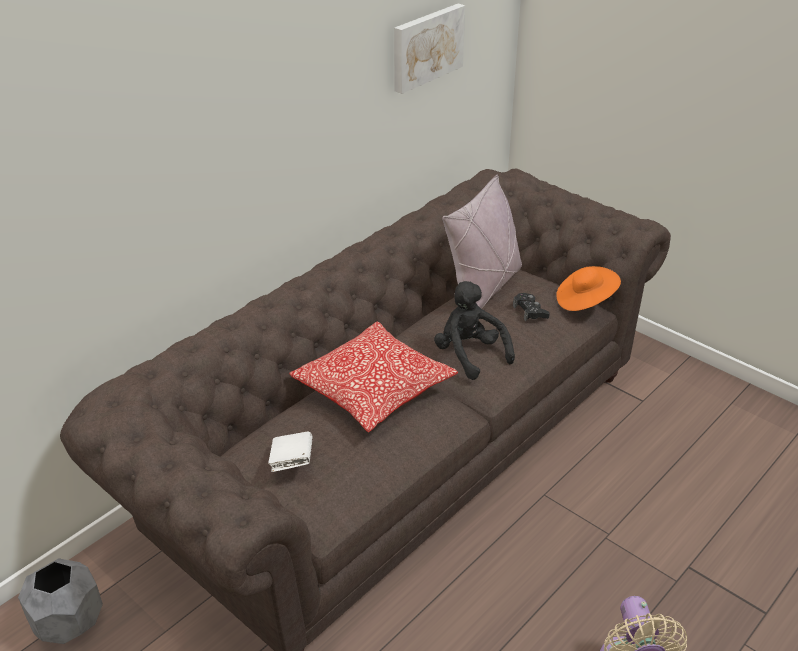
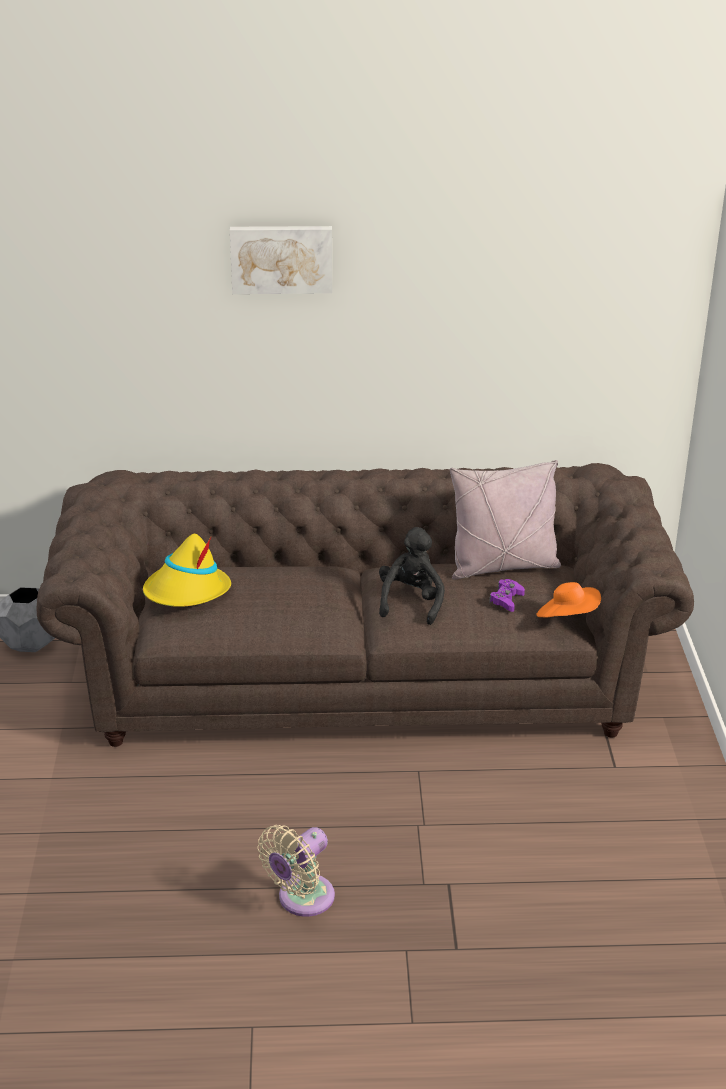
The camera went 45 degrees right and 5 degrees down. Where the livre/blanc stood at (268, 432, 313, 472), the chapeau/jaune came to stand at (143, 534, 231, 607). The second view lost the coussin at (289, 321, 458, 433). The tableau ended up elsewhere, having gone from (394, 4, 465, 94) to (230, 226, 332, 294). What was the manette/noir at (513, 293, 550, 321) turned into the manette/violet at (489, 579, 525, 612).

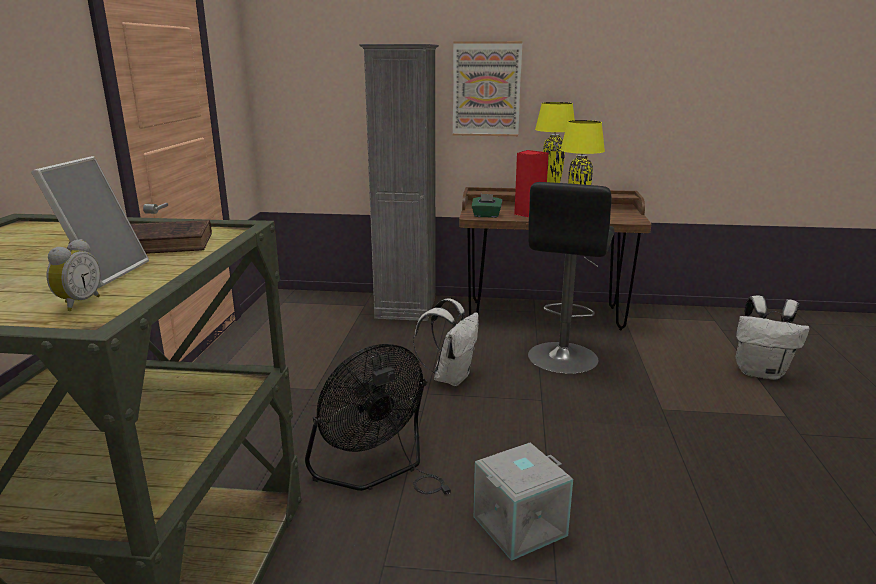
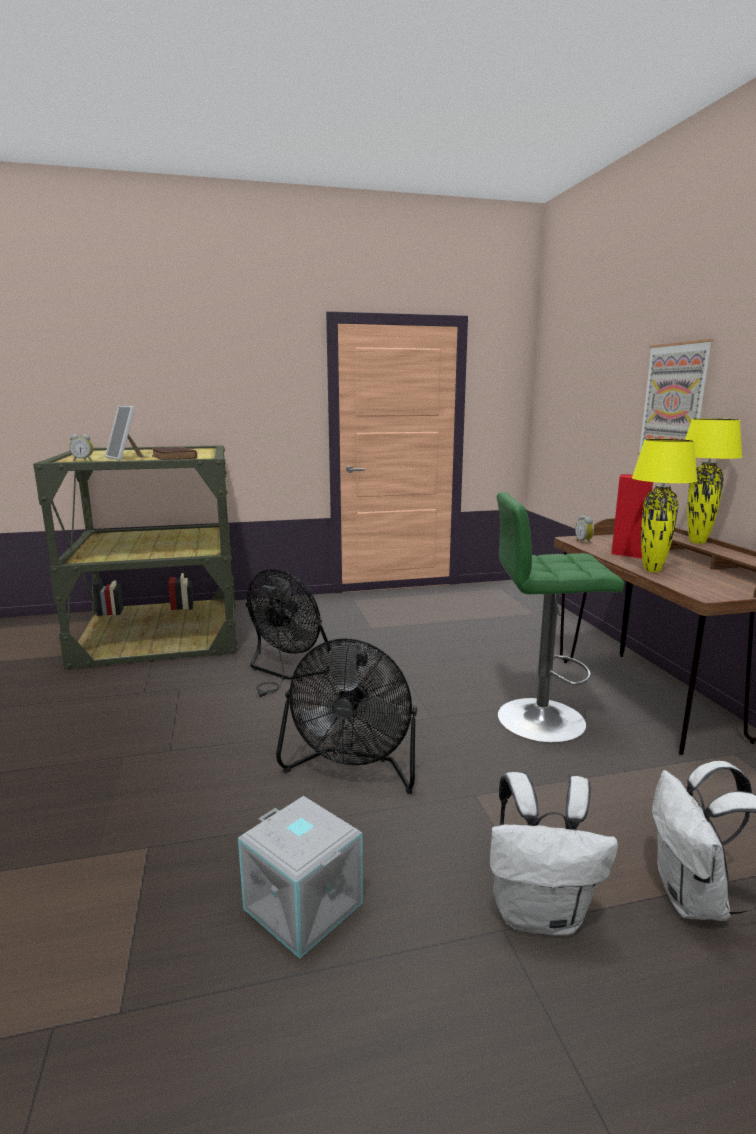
The camera went 70 degrees right and 5 degrees down. The cadre photo at (31, 156, 149, 288) ended up facing another way, 60 degrees clockwise from before. The second view lost the meuble de rangement/gris at (359, 44, 439, 321). The sac à dos/blanc ended up elsewhere, having gone from (413, 298, 478, 386) to (490, 772, 618, 935). Where the boîte à mouchoirs/vert stood at (472, 193, 502, 218), the réveil came to stand at (575, 515, 594, 544). The boîte de rangement/gris ended up elsewhere, having gone from (474, 443, 573, 561) to (238, 796, 363, 959). What was the tabouret/noir at (528, 182, 614, 374) turned into the tabouret/vert at (496, 492, 624, 743). The second view gained the ventilateur/noir at (276, 638, 417, 794).

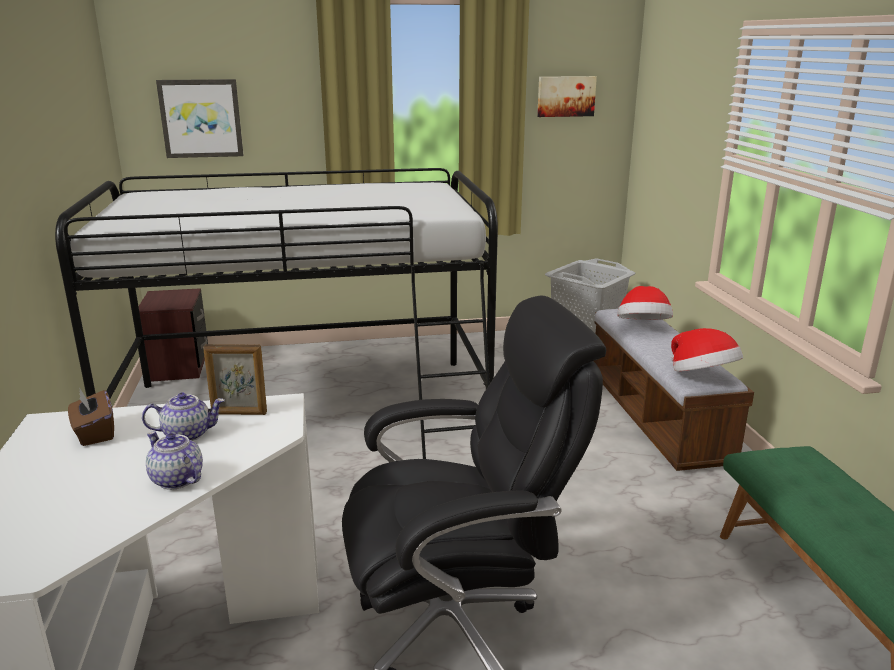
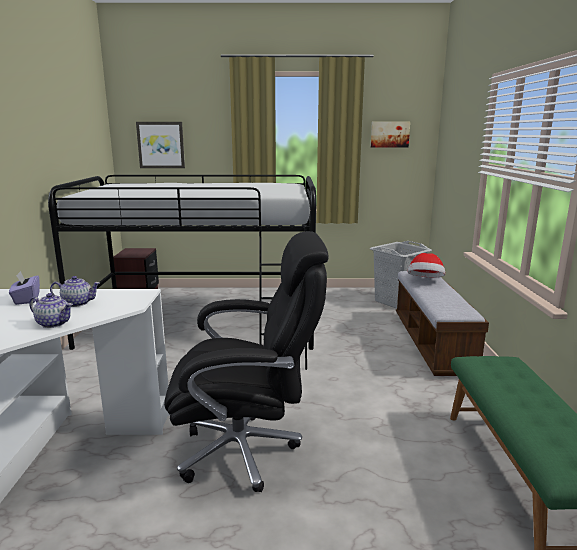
The camera went 10 degrees right and 5 degrees down. What was the boîte à mouchoirs/marron at (68, 389, 114, 446) turned into the boîte à mouchoirs/violet at (9, 271, 40, 305). The théière at (146, 431, 203, 490) ended up facing another way, 150 degrees clockwise from before. The second view lost the cadre photo at (203, 344, 267, 415). The second view lost the chapeau at (671, 328, 743, 371).

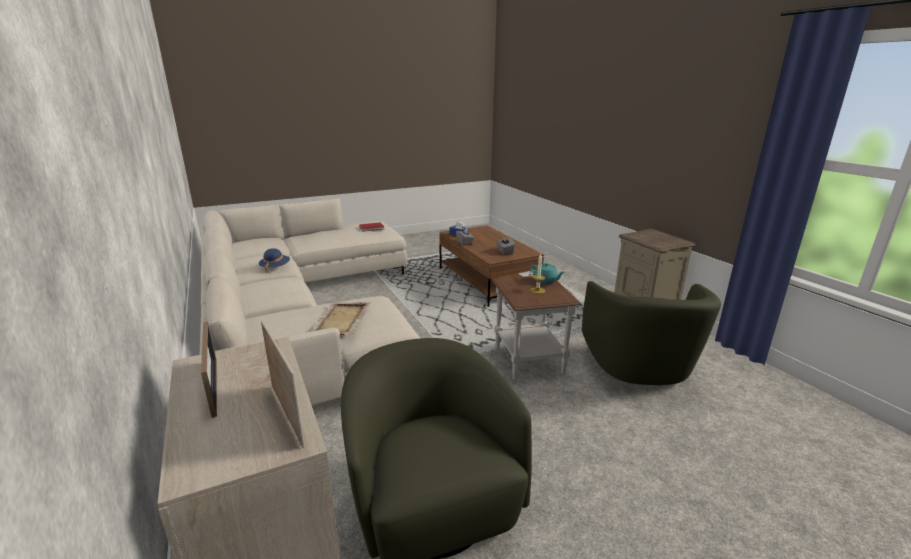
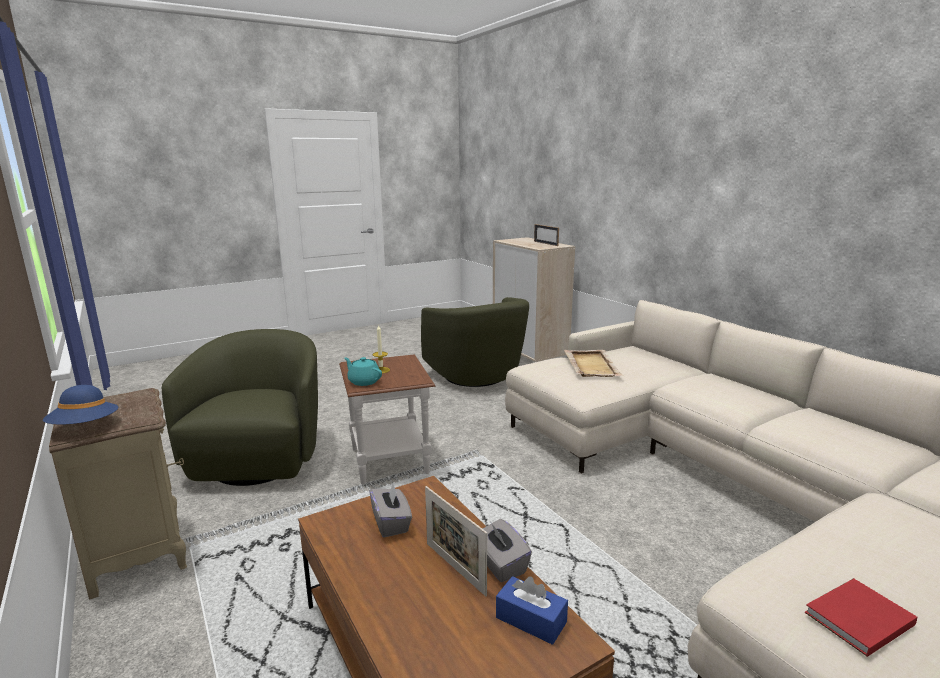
The camera went 175 degrees right and 5 degrees down. The chapeau/bleu ended up elsewhere, having gone from (259, 248, 290, 273) to (43, 385, 118, 425). The cadre photo ended up elsewhere, having gone from (261, 320, 305, 448) to (425, 486, 487, 596).

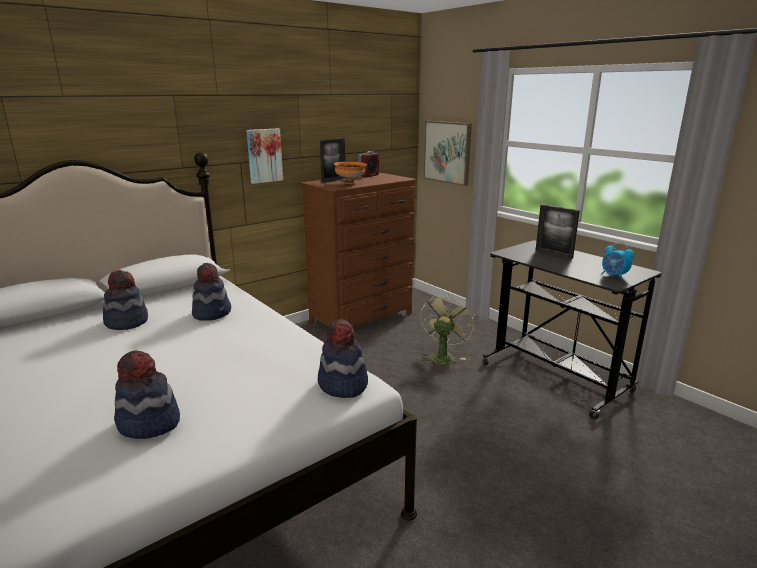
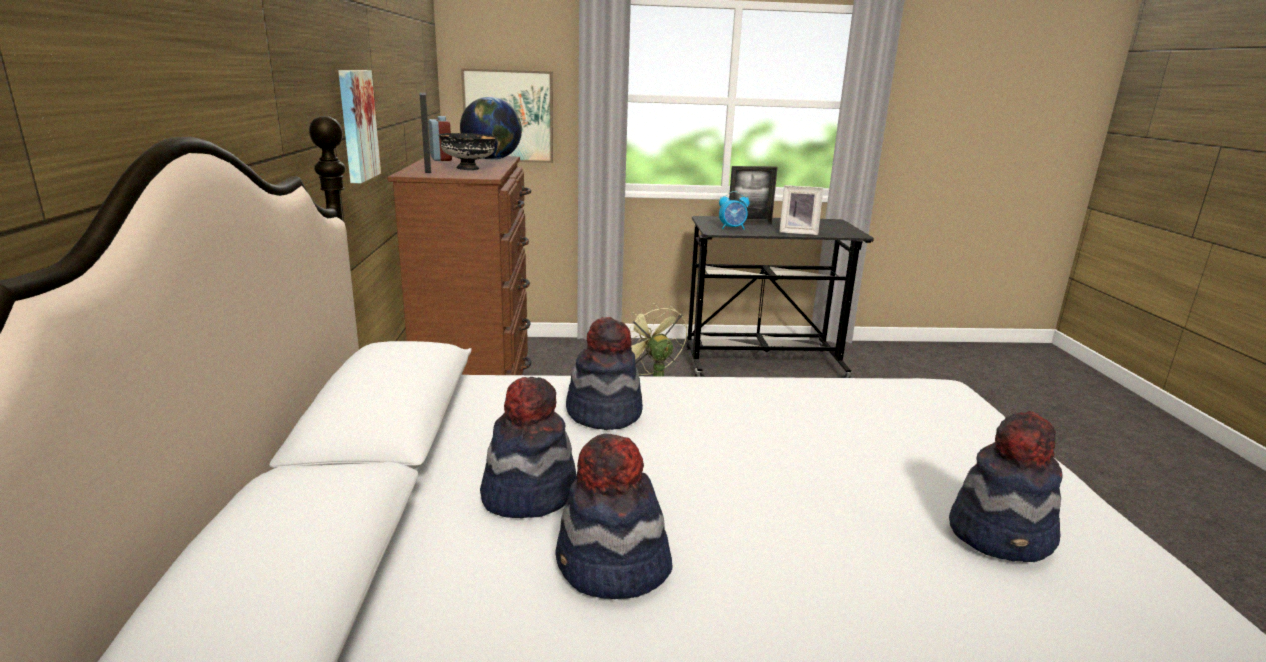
The camera went 55 degrees left and 0 degrees up. The chapeau ended up elsewhere, having gone from (318, 319, 368, 398) to (555, 433, 673, 599). What was the bol/orange at (334, 162, 367, 184) turned into the bol/noir at (438, 133, 497, 170). The réveil ended up elsewhere, having gone from (602, 243, 634, 279) to (719, 191, 749, 230). The second view gained the globe at (460, 97, 522, 160). The second view gained the cadre photo at (779, 185, 823, 235).

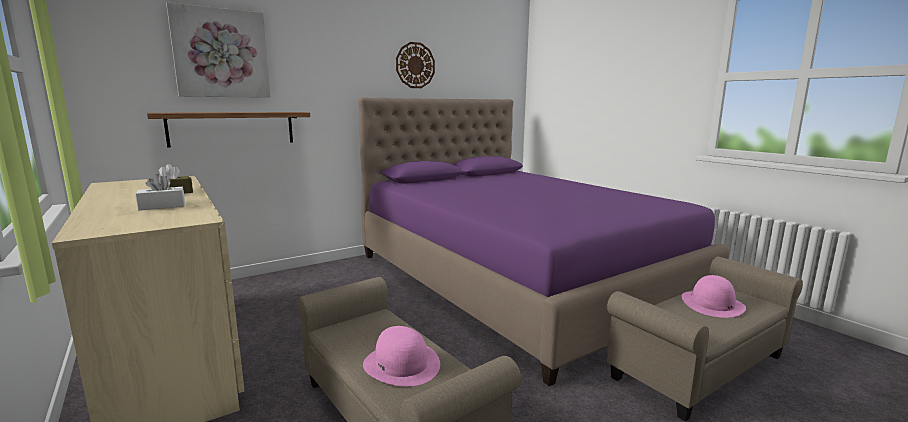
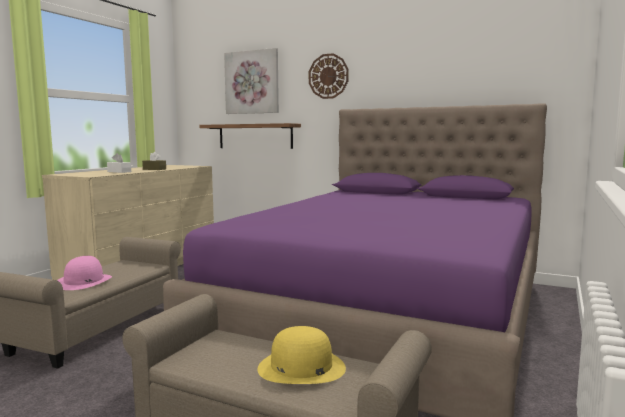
The camera went 60 degrees right and 5 degrees down. The horloge murale ended up elsewhere, having gone from (396, 42, 435, 88) to (309, 53, 349, 99). What was the chapeau/rose at (682, 275, 746, 318) turned into the chapeau/jaune at (257, 326, 346, 384).

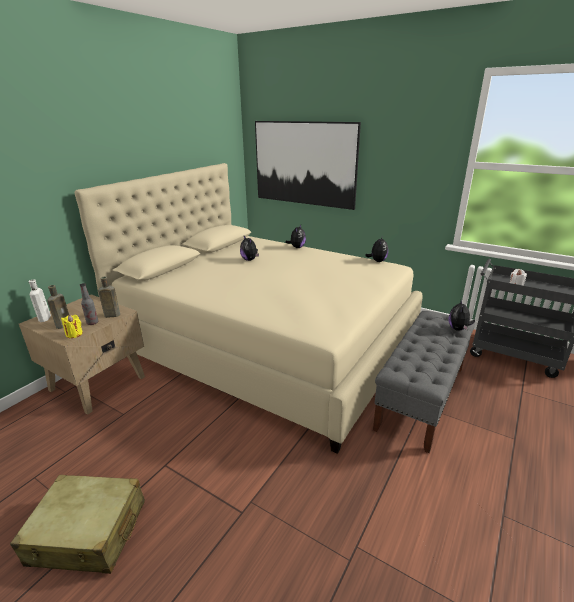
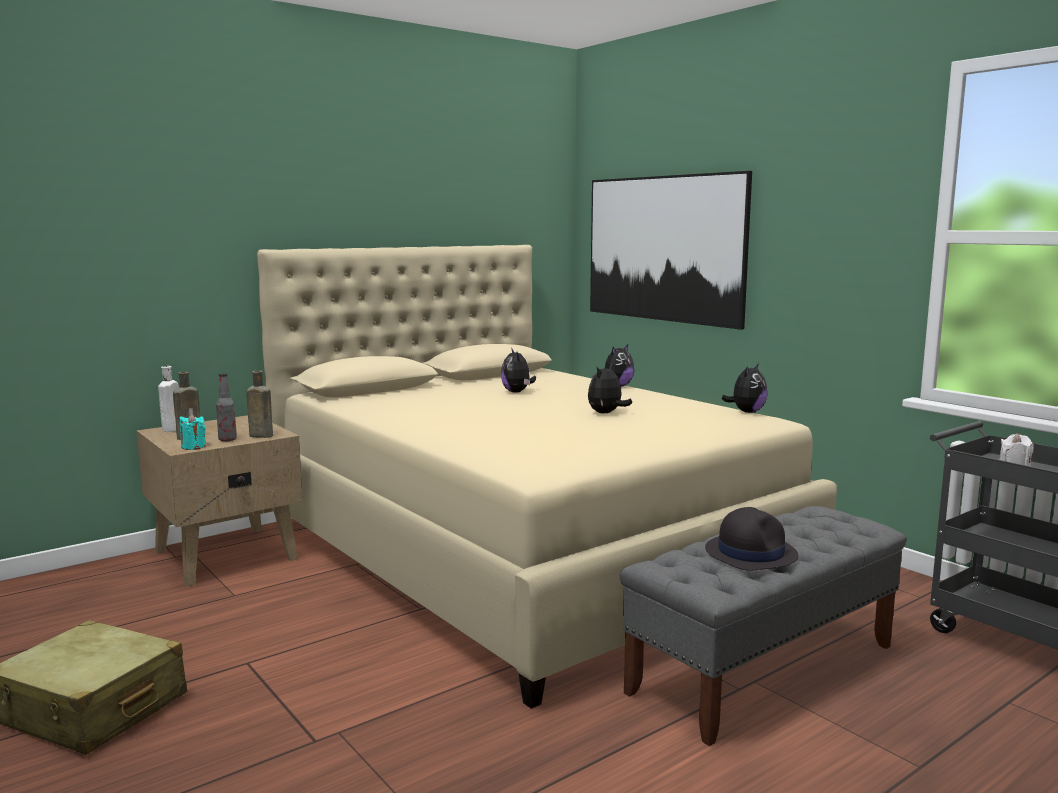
The camera went 20 degrees right and 15 degrees down. What was the bougie/jaune at (61, 315, 83, 338) turned into the bougie/turquoise at (180, 414, 206, 450). The peluche ended up elsewhere, having gone from (449, 300, 475, 331) to (588, 363, 632, 413). The second view gained the chapeau/noir at (705, 507, 798, 571).

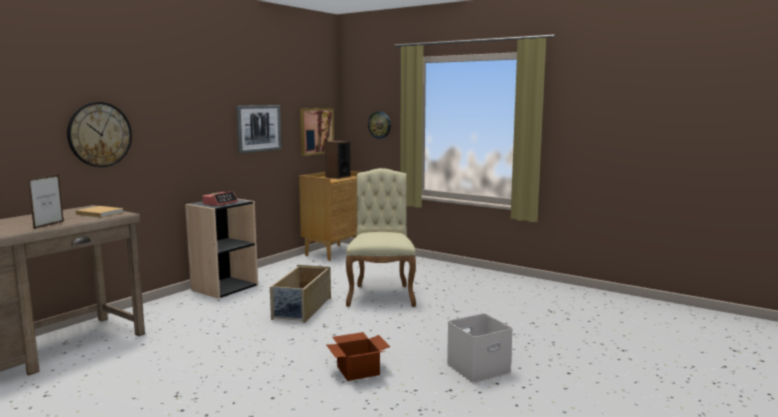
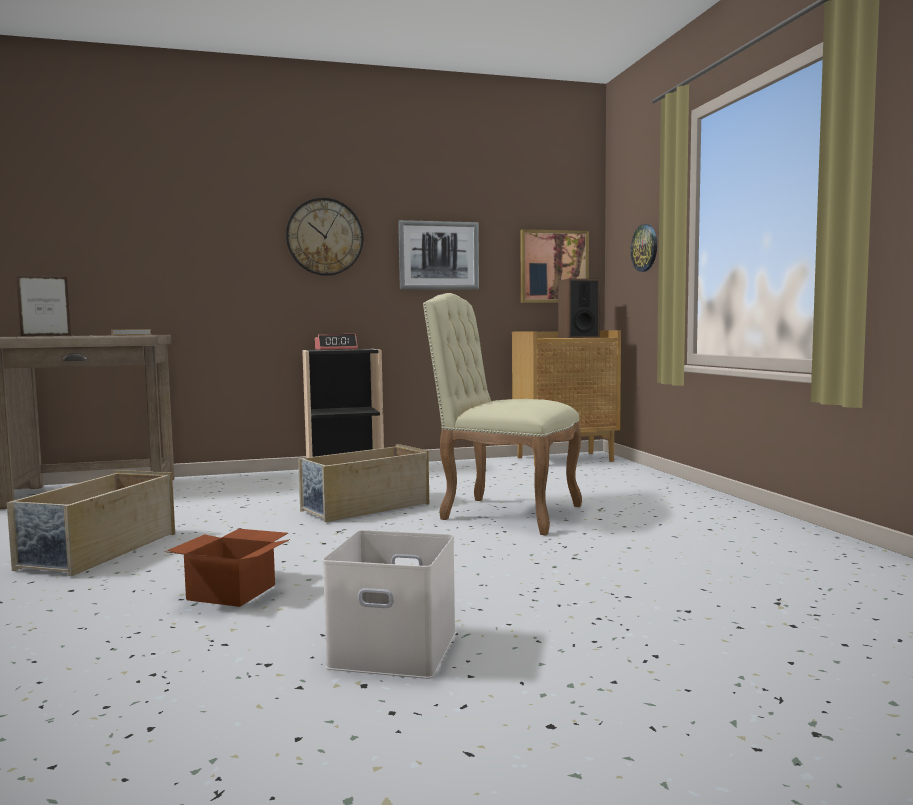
The camera went 40 degrees right and 5 degrees down. The horloge murale ended up elsewhere, having gone from (67, 102, 132, 167) to (286, 198, 363, 276). The chaise/beige at (346, 168, 416, 307) ended up facing another way, 105 degrees counterclockwise from before. The second view gained the boîte de rangement/beige at (7, 470, 175, 576).

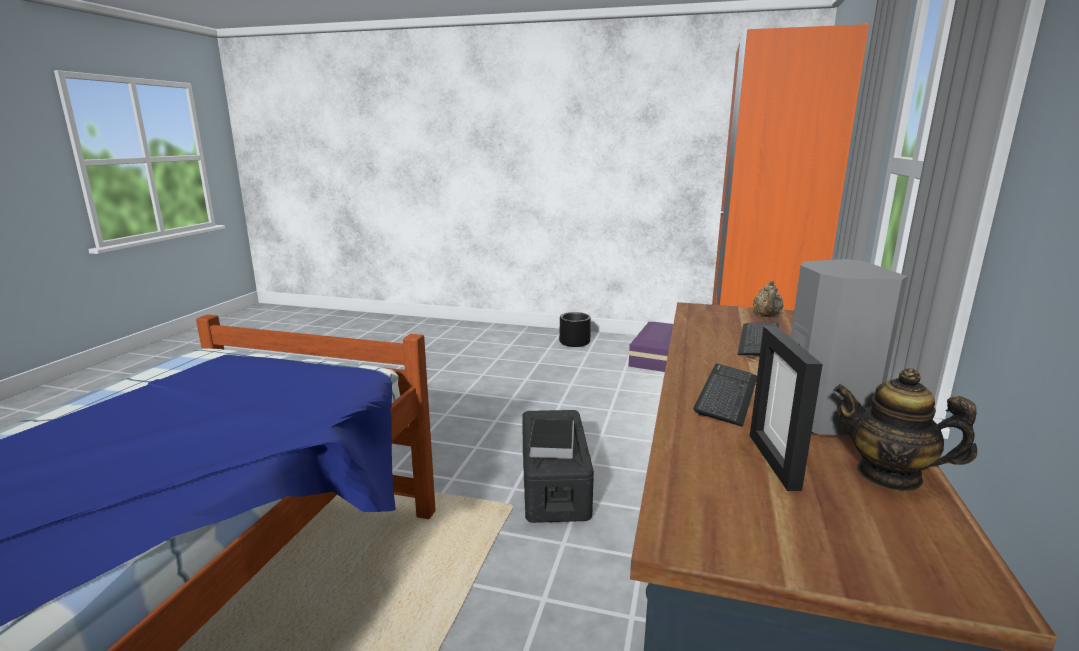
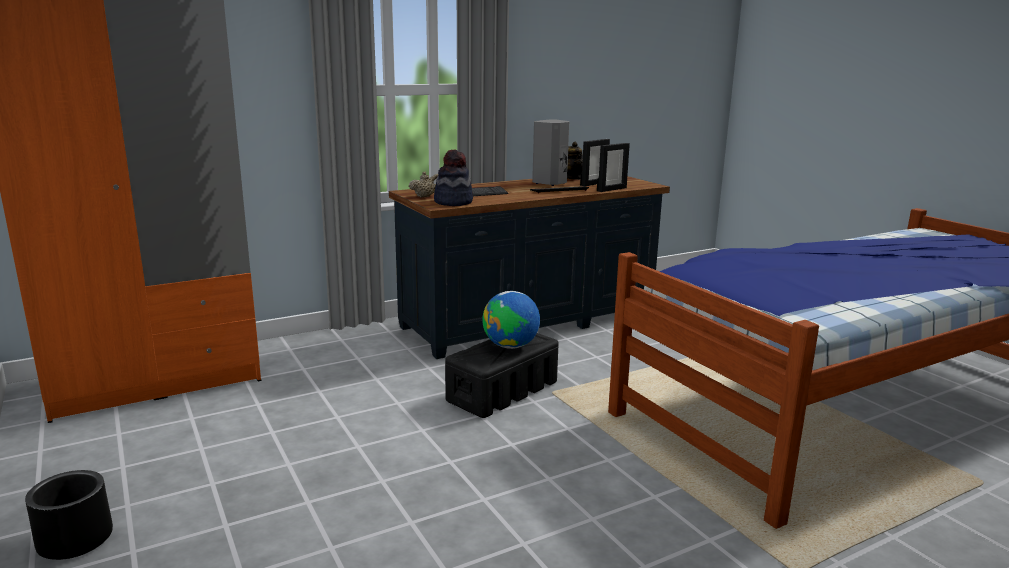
The camera went 135 degrees left and 0 degrees up. Where the livre stood at (529, 419, 574, 459), the globe came to stand at (482, 291, 540, 349). The second view lost the boîte de rangement/violet at (628, 322, 673, 372). The second view gained the chapeau at (434, 149, 473, 206). The second view gained the cadre photo at (597, 143, 630, 192).

